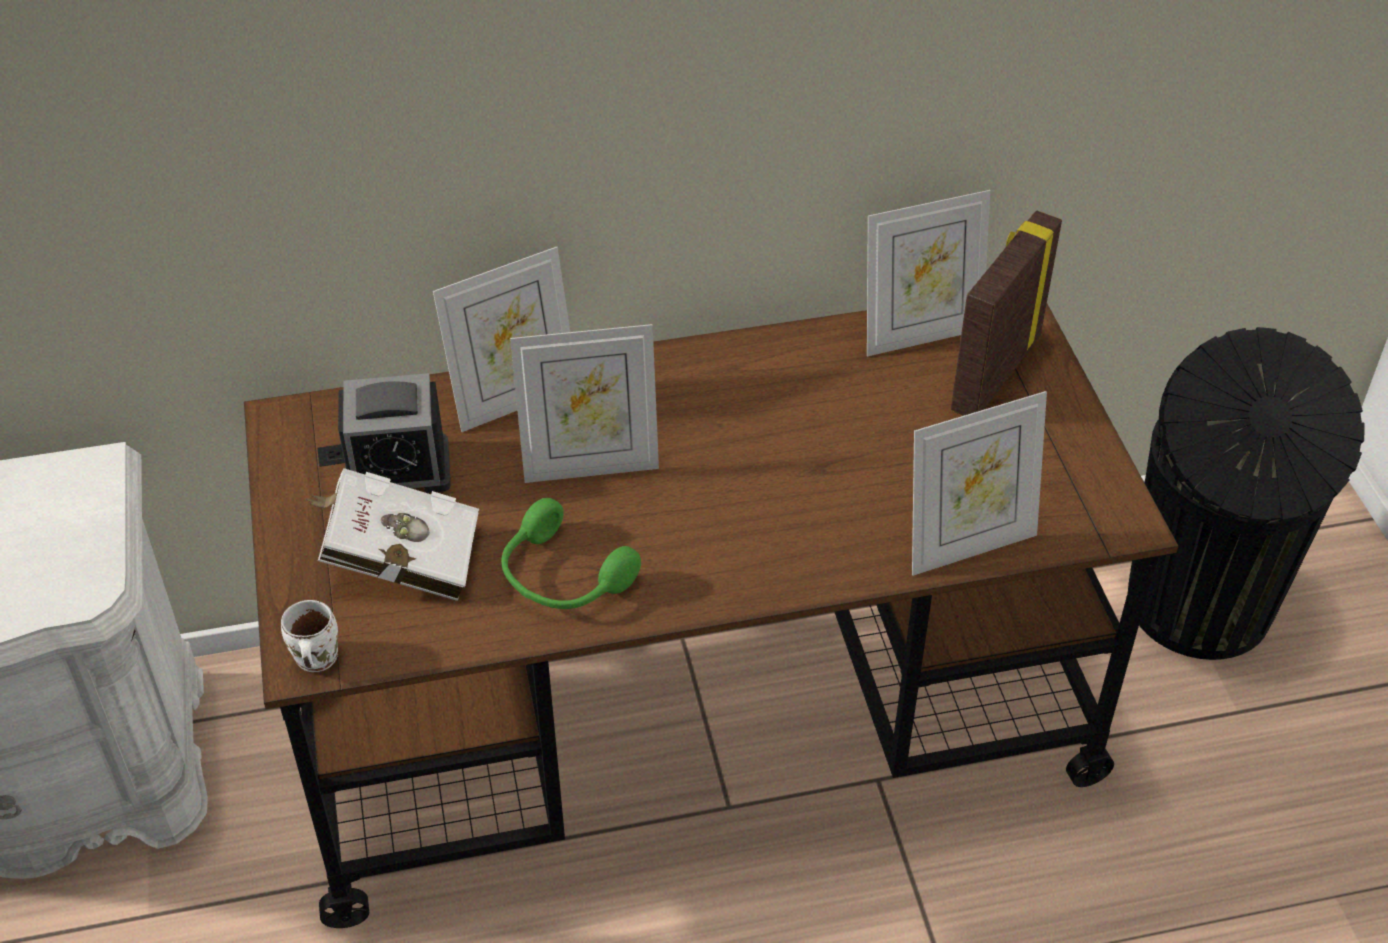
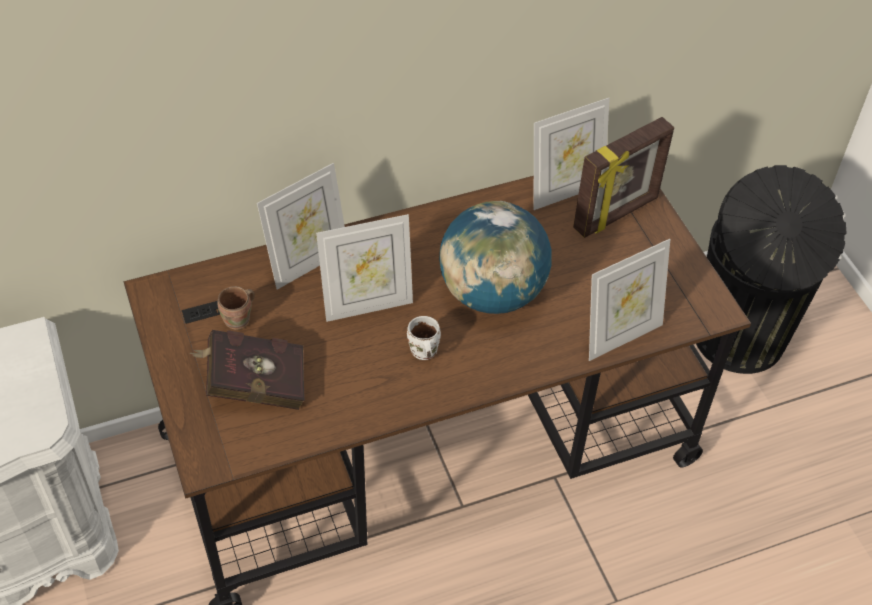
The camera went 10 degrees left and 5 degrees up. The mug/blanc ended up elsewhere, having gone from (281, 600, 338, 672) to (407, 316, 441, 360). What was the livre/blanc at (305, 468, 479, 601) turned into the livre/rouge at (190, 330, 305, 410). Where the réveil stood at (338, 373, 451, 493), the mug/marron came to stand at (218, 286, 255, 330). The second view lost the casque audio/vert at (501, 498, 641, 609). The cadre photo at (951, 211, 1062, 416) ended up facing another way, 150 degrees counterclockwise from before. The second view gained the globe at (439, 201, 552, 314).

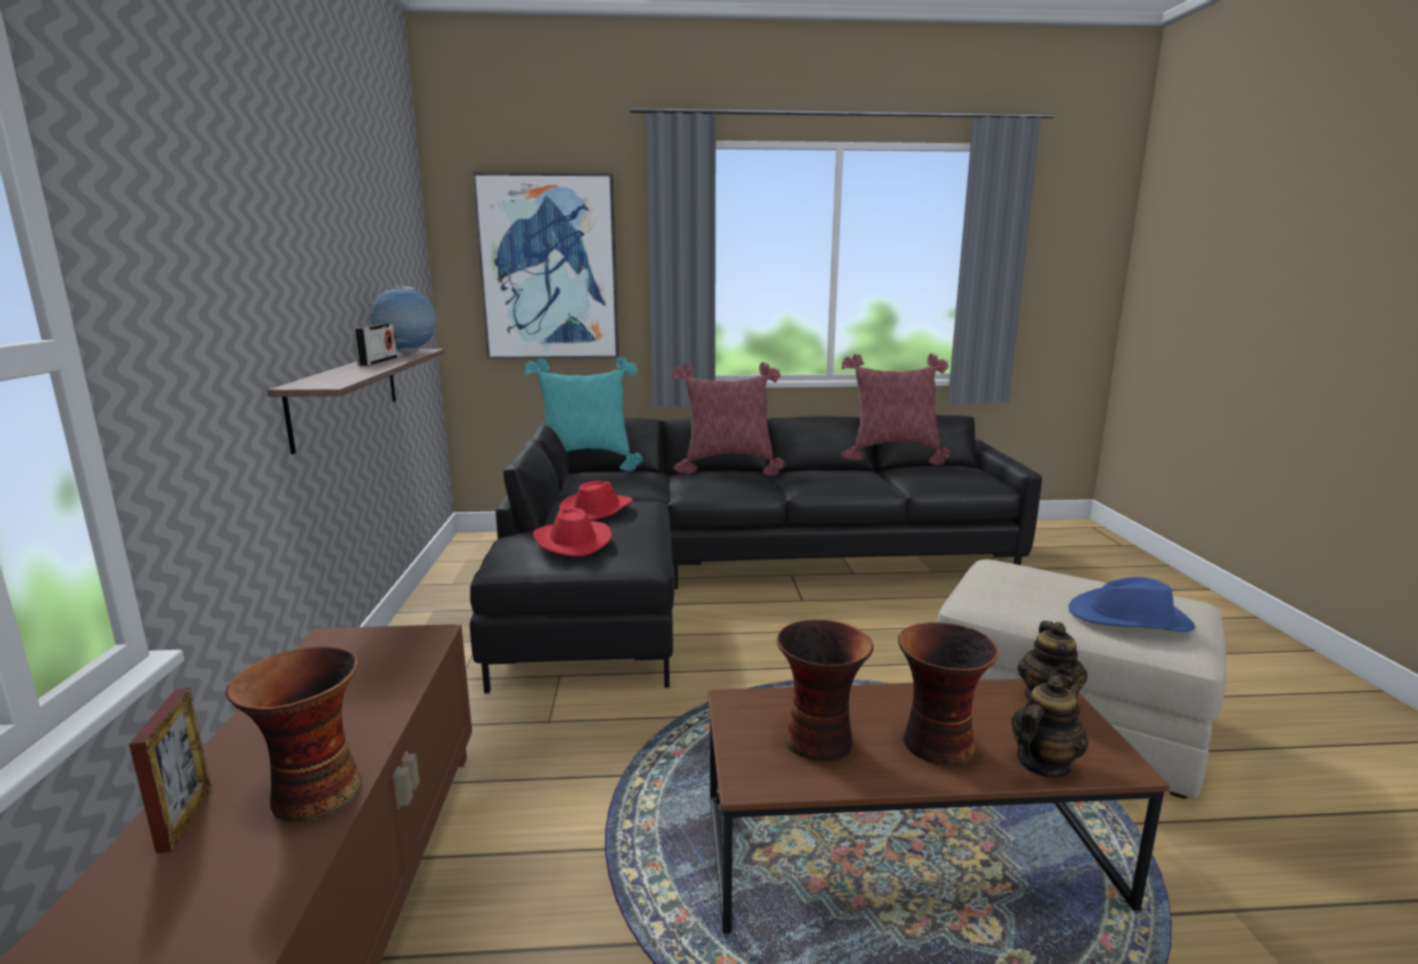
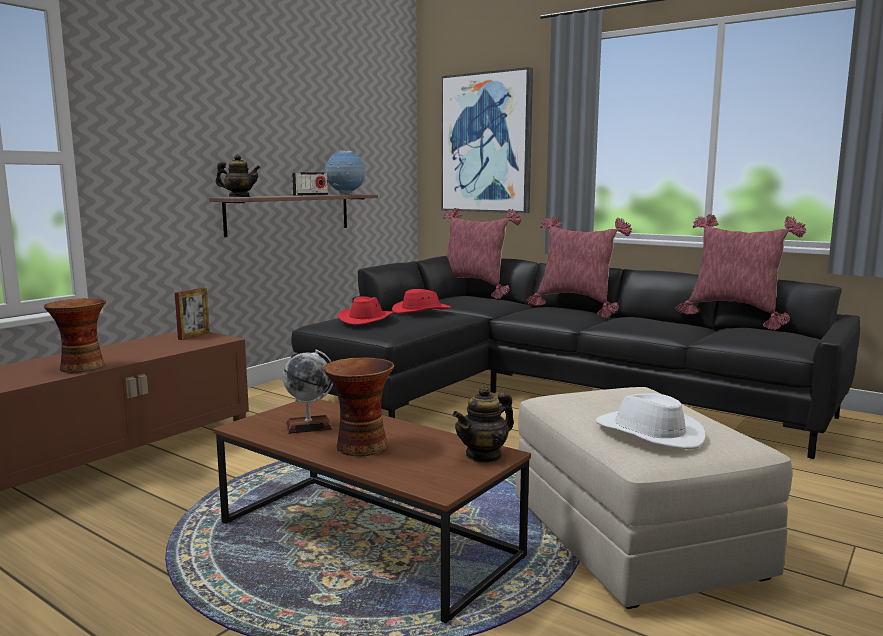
The camera went 40 degrees right and 5 degrees down. The cadre photo ended up elsewhere, having gone from (129, 687, 211, 854) to (175, 288, 210, 340). What was the coussin/turquoise at (524, 356, 643, 472) turned into the coussin/rouge at (443, 208, 521, 299). Where the vase stood at (777, 619, 874, 761), the globe came to stand at (283, 350, 333, 434). The théière ended up elsewhere, having gone from (1011, 676, 1088, 777) to (215, 154, 260, 197). What was the chapeau/bleu at (1068, 577, 1195, 632) turned into the chapeau/blanc at (596, 393, 706, 449).

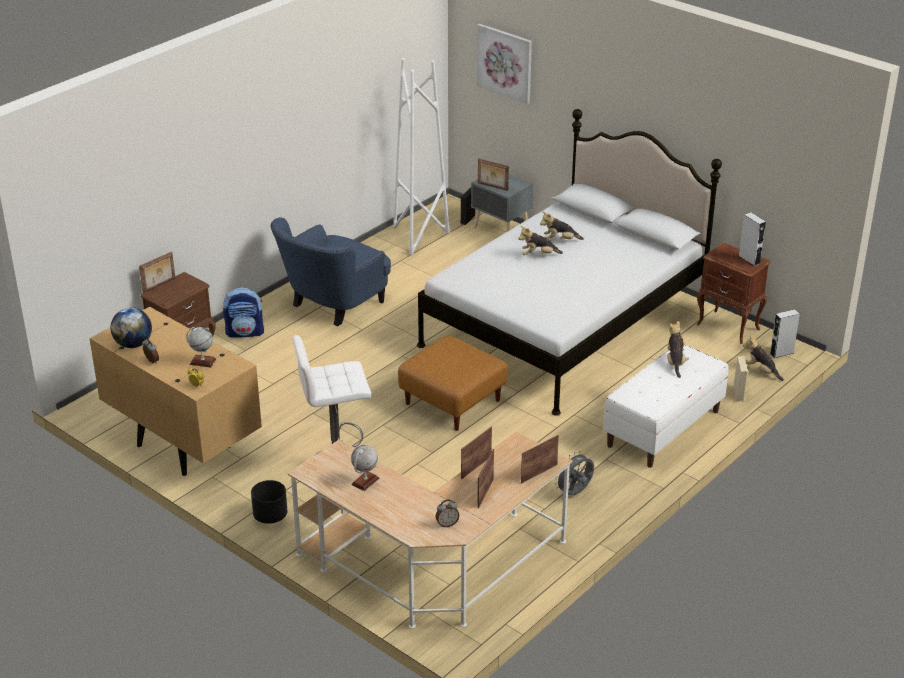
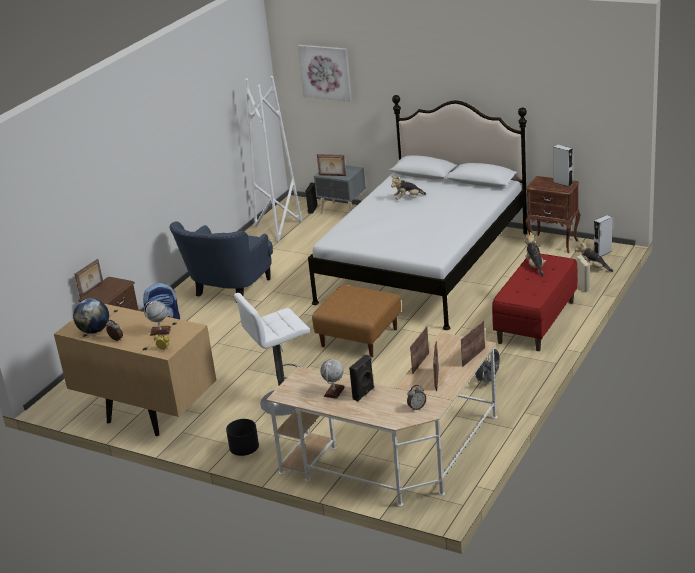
The camera went 10 degrees left and 5 degrees down. The second view lost the peluche at (518, 226, 563, 255). What was the banc/blanc at (603, 344, 729, 468) turned into the banc/rouge at (492, 254, 578, 351). The second view gained the enceinte/noir at (349, 354, 374, 402).

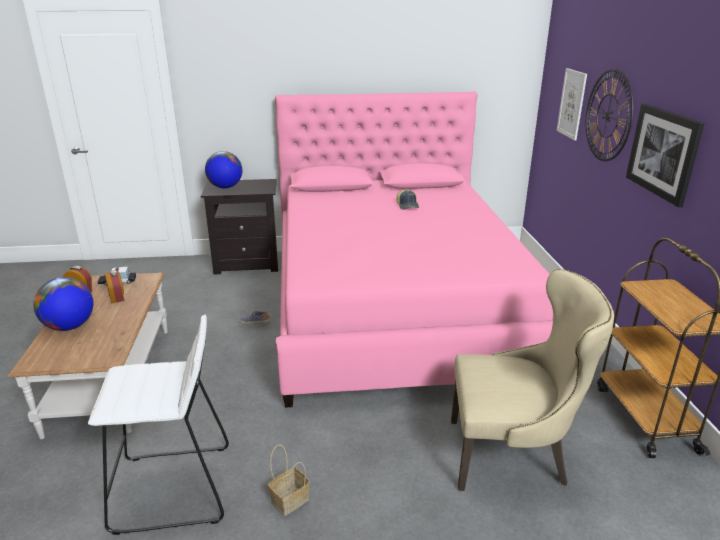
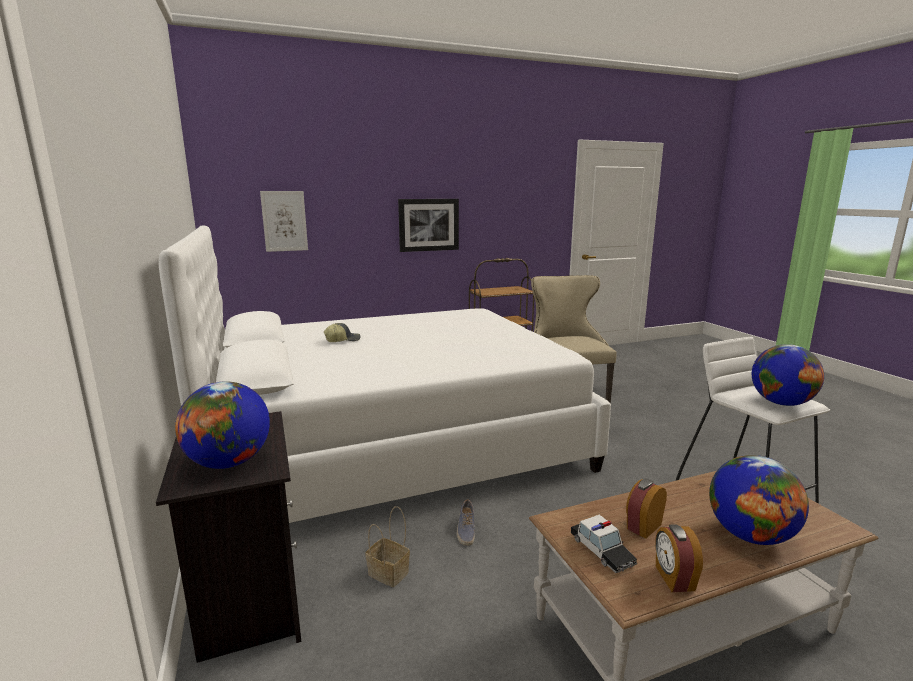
The camera went 105 degrees left and 10 degrees down. The panier ended up elsewhere, having gone from (268, 445, 310, 516) to (365, 506, 410, 587). What was the lit/rose at (275, 92, 553, 408) turned into the lit/blanc at (159, 225, 611, 523). The second view lost the horloge murale at (586, 69, 633, 161). The second view gained the globe at (752, 344, 824, 406).

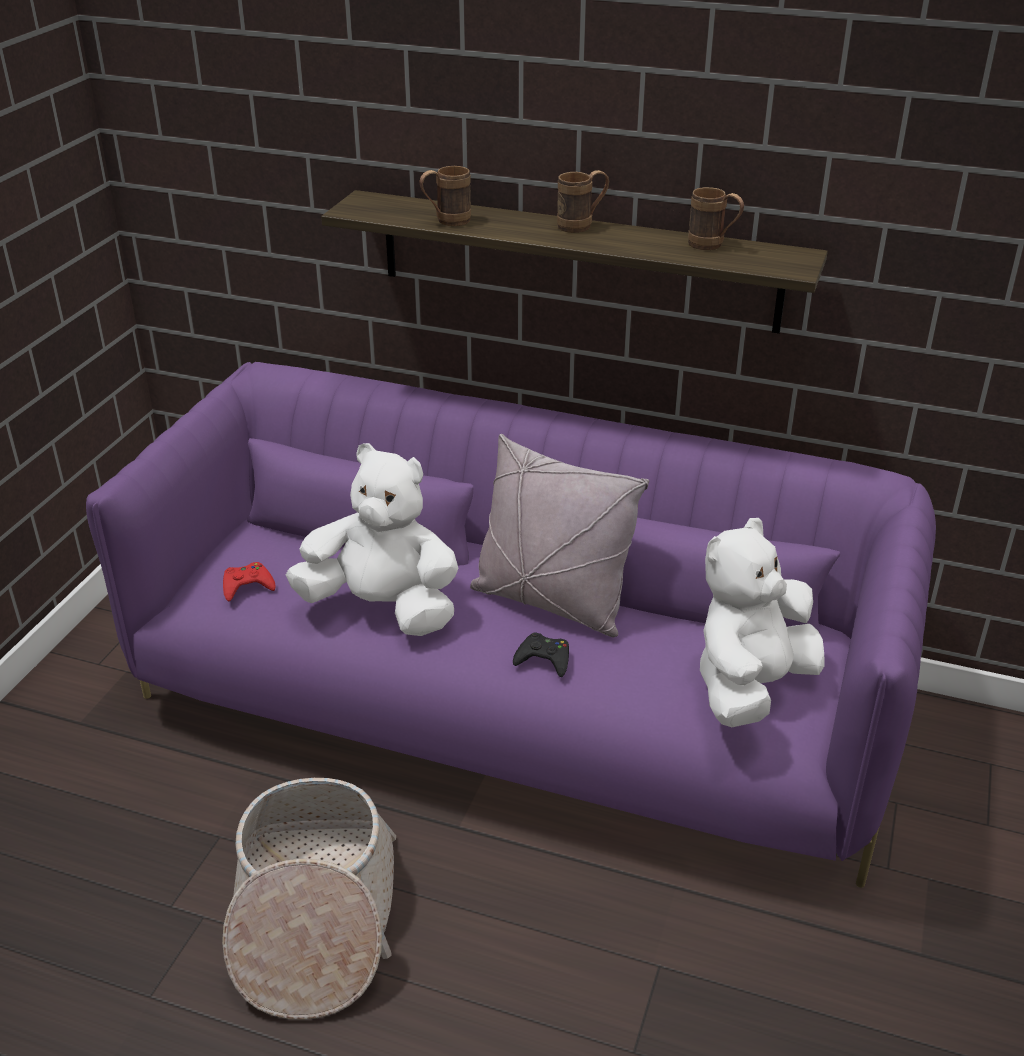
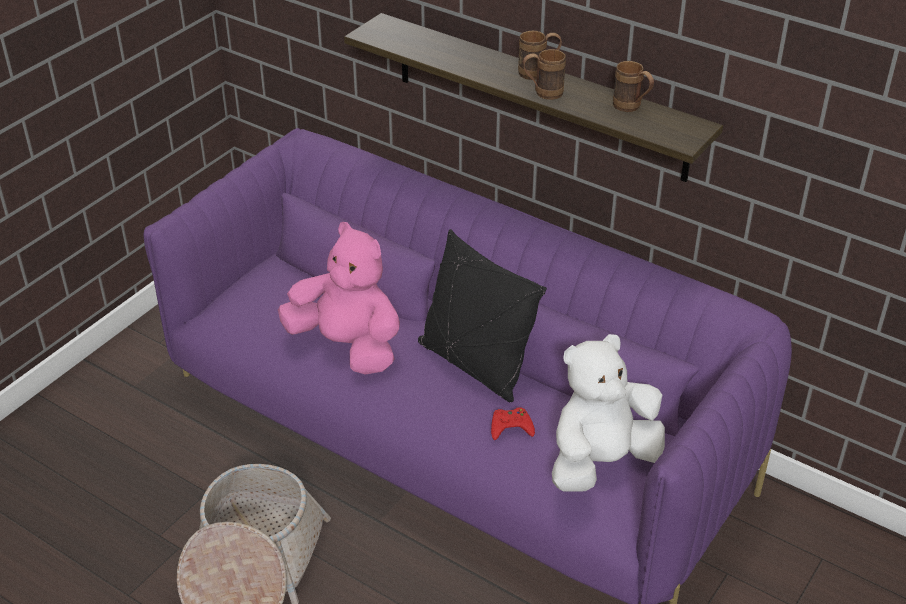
The camera went 15 degrees right and 5 degrees up. The manette/rouge ended up elsewhere, having gone from (223, 562, 276, 601) to (491, 407, 535, 440). What was the peluche/blanc at (286, 443, 459, 636) turned into the peluche/rose at (278, 222, 400, 375). The mug/marron ended up elsewhere, having gone from (419, 166, 471, 226) to (523, 49, 566, 100). What was the coussin/violet at (470, 434, 649, 638) turned into the coussin/noir at (418, 229, 547, 403). The second view lost the manette/noir at (513, 633, 569, 677).

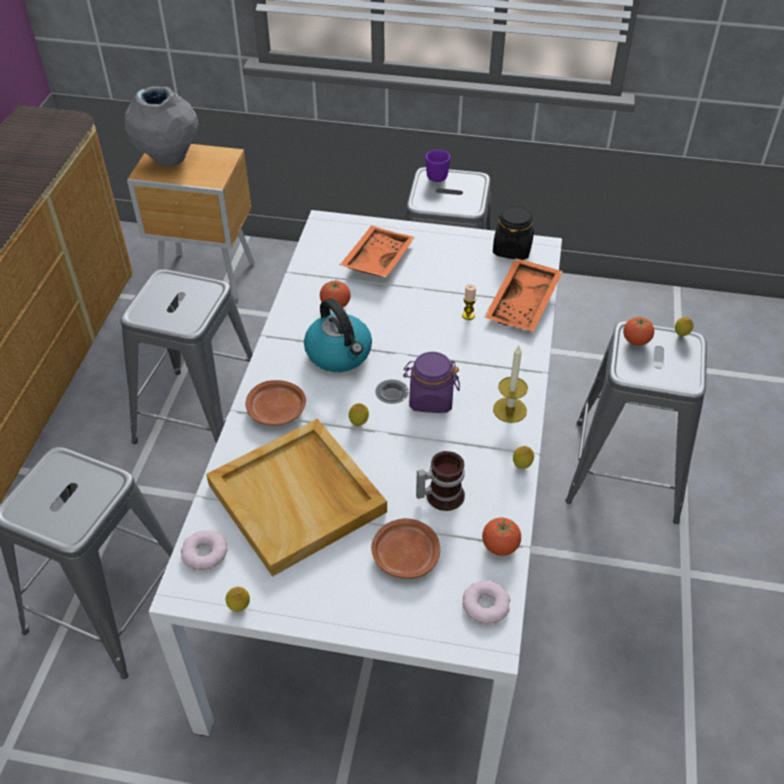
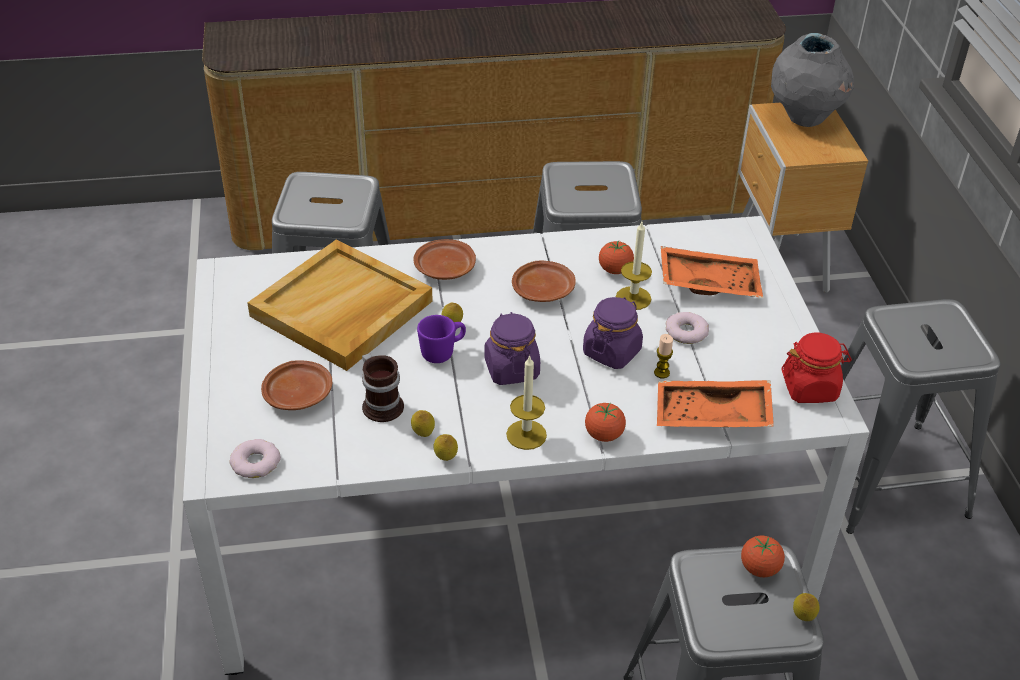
The camera went 70 degrees right and 5 degrees down. The beignet ended up elsewhere, having gone from (181, 530, 227, 570) to (666, 312, 709, 344). The citron ended up elsewhere, having gone from (226, 587, 250, 612) to (411, 410, 435, 437). Where the bouilloire stood at (304, 298, 372, 372), the assiette/marron came to stand at (512, 261, 576, 302). The mug/violet ended up elsewhere, having gone from (425, 150, 450, 182) to (417, 315, 466, 363). The tomate ended up elsewhere, having gone from (482, 518, 521, 556) to (585, 402, 626, 442). What was the bocal/noir at (493, 205, 534, 260) turned into the bocal/rouge at (781, 333, 852, 403). The second view gained the bocal/violet at (583, 297, 643, 369). The second view gained the bougie at (616, 222, 652, 310).

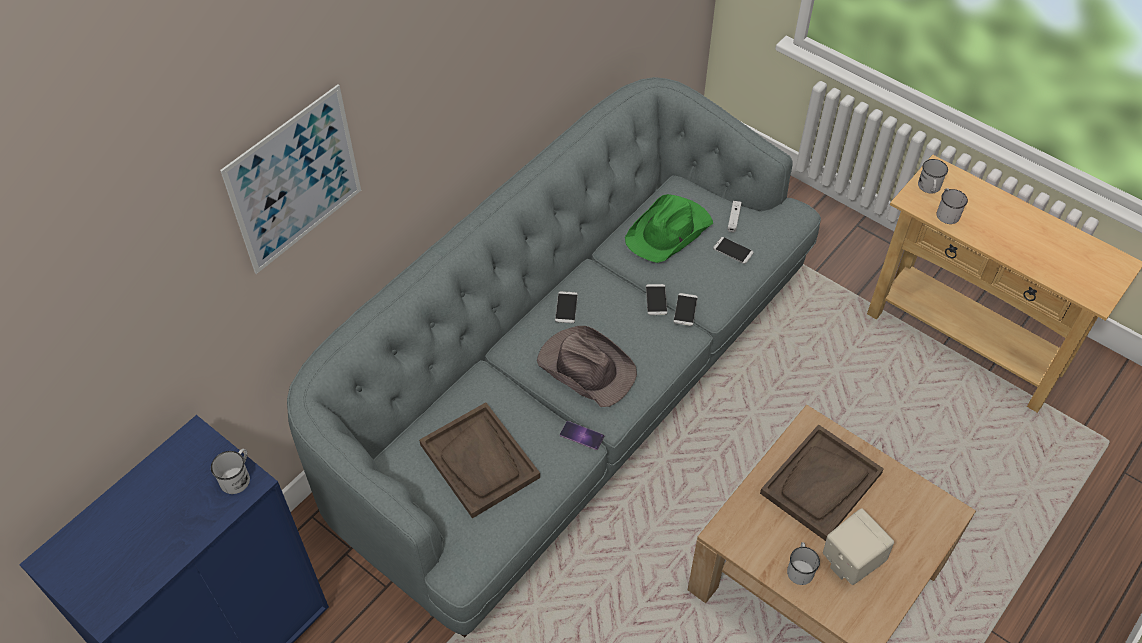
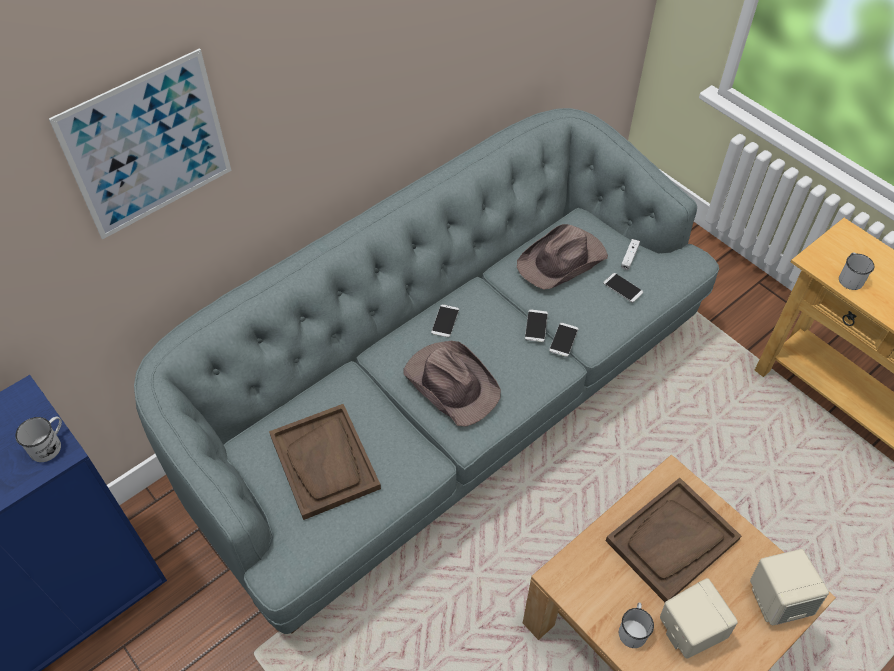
The camera went 10 degrees right and 0 degrees up. The second view lost the téléphone at (560, 421, 605, 450). What was the chapeau/vert at (625, 194, 713, 263) turned into the chapeau/marron at (517, 224, 608, 290). The second view lost the mug/blanc at (918, 159, 948, 193). The second view gained the enceinte/beige at (750, 549, 829, 625).

